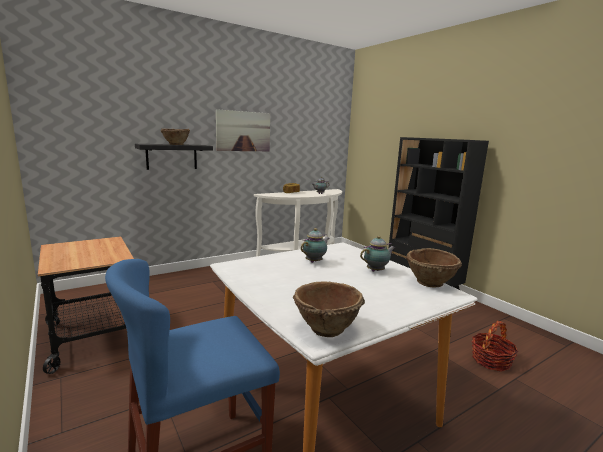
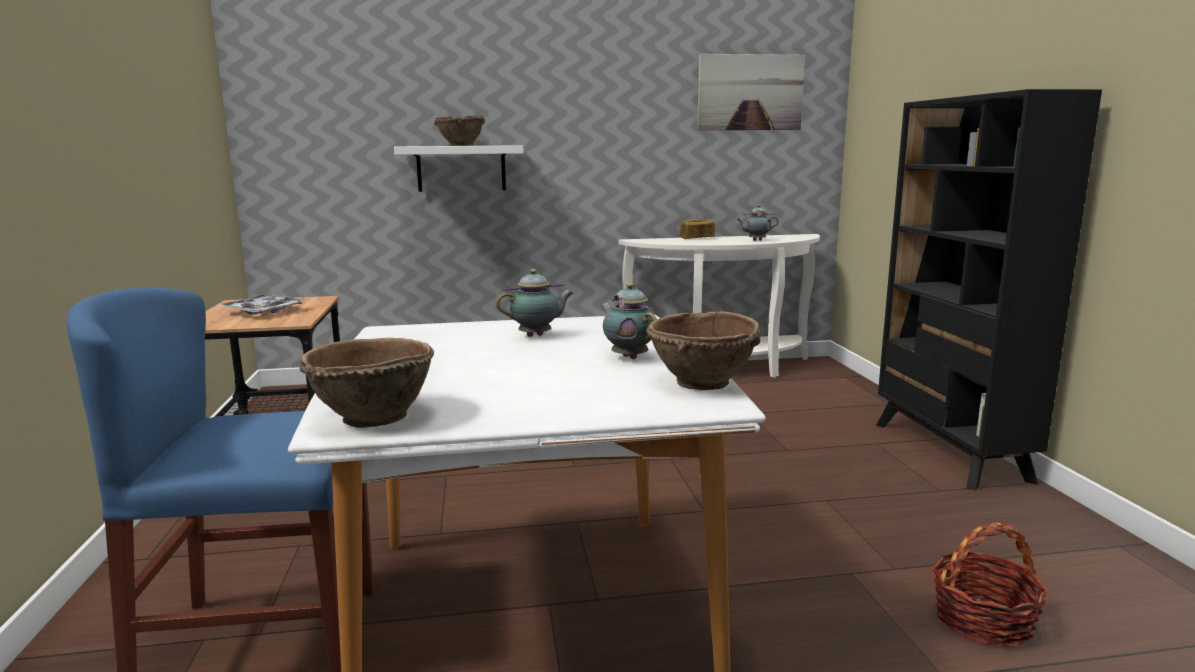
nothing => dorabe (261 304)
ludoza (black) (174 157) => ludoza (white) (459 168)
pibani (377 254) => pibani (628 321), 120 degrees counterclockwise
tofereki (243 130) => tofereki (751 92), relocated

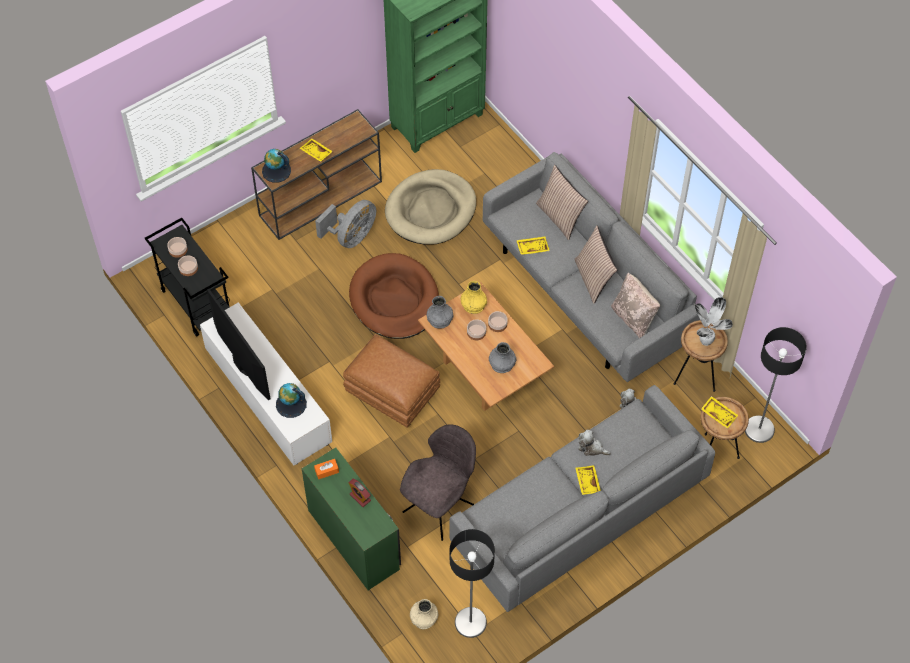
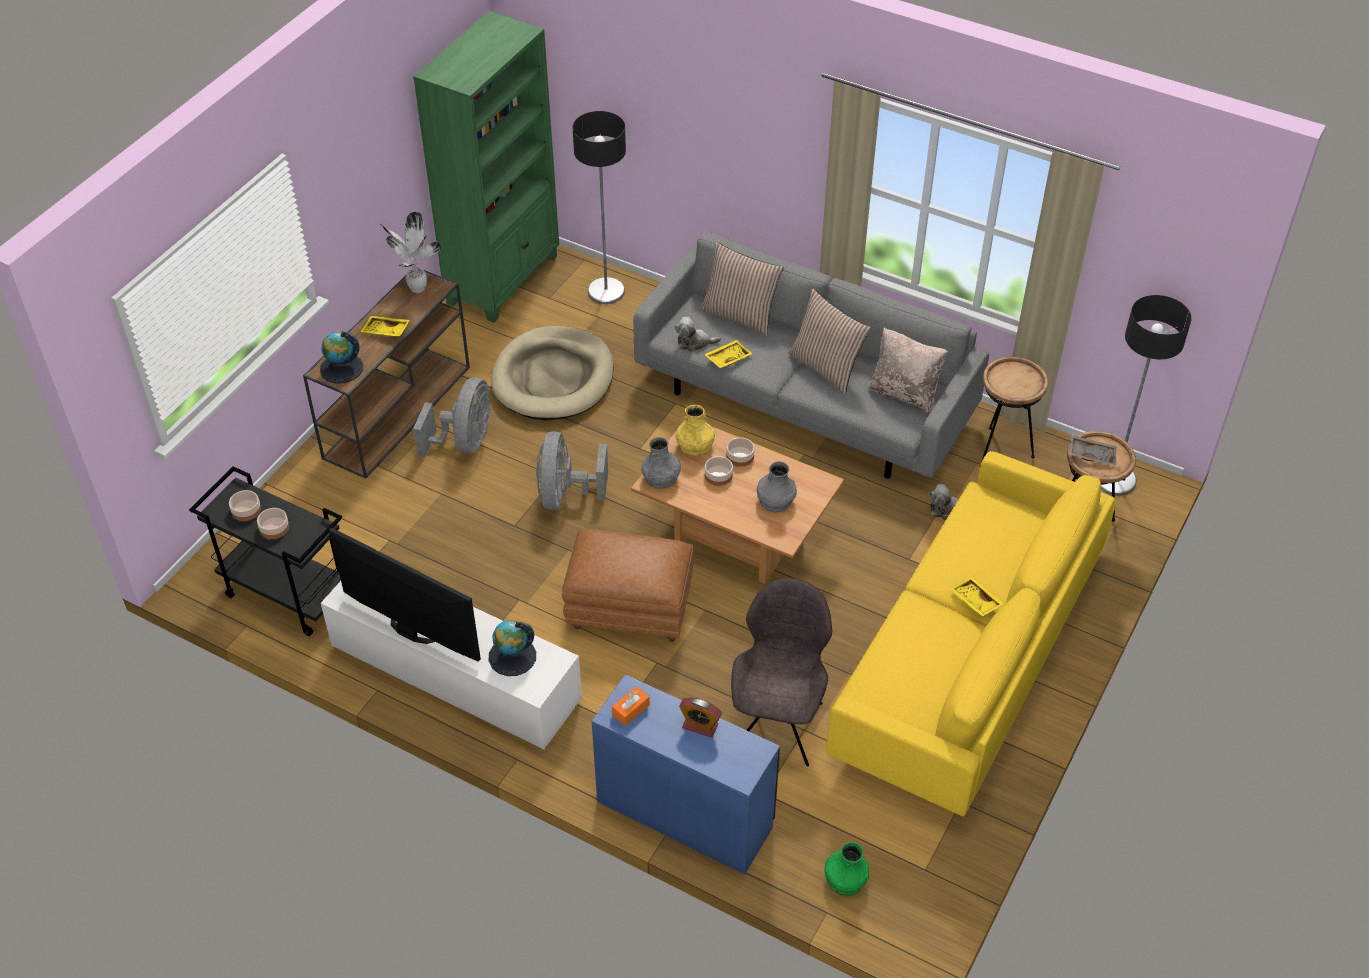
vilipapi (713 321) => vilipapi (411 252), relocated
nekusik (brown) (394 296) => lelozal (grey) (572 470)
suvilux (472 583) => suvilux (599 207), relocated
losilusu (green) (351 519) => losilusu (blue) (686 774)
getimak (594 443) => getimak (698 334), relocated
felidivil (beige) (424 614) => felidivil (green) (847 869)
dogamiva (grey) (582 498) => dogamiva (yellow) (971 633)
dorabe (yellow) (719 412) => dorabe (grey) (1093 450)

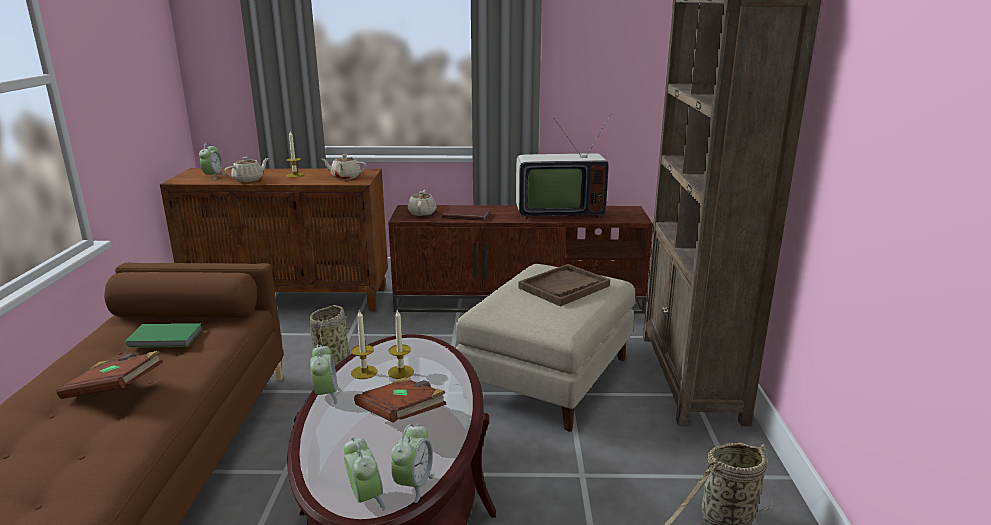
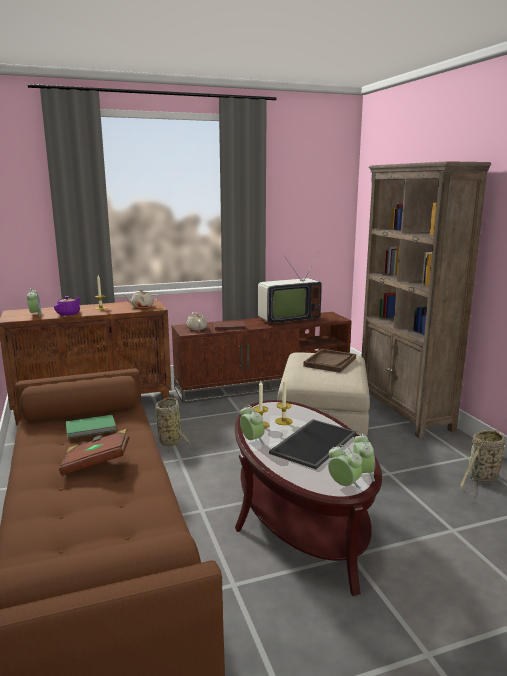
pibani (beige) (246 169) => pibani (purple) (67 306)
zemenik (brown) (400 400) => dorabe (312 444)

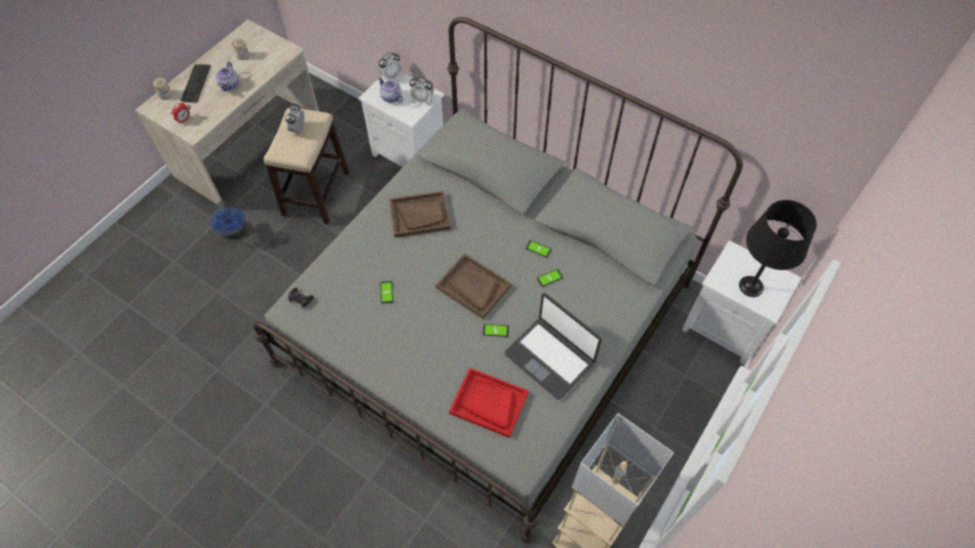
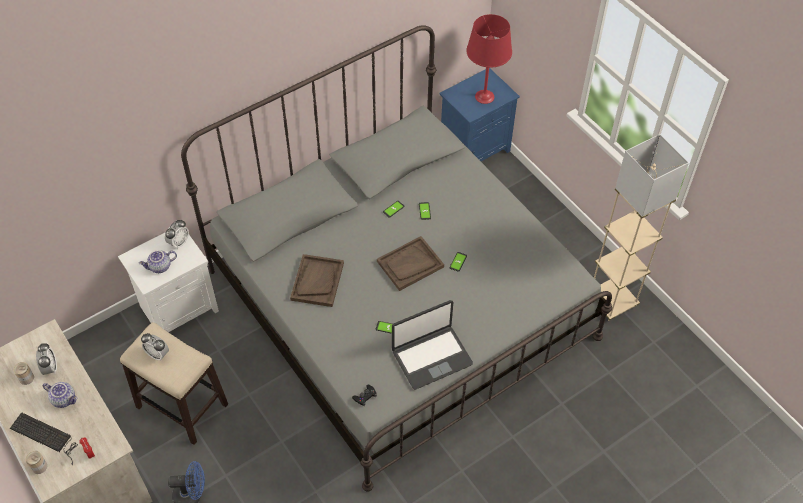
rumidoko (390 66) => rumidoko (46 359), relocated
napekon (553 346) => napekon (432 345), relocated
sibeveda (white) (741 303) => sibeveda (blue) (479 114)
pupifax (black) (778 248) => pupifax (red) (489 59)
dorabe (red) (488 403) => nothing

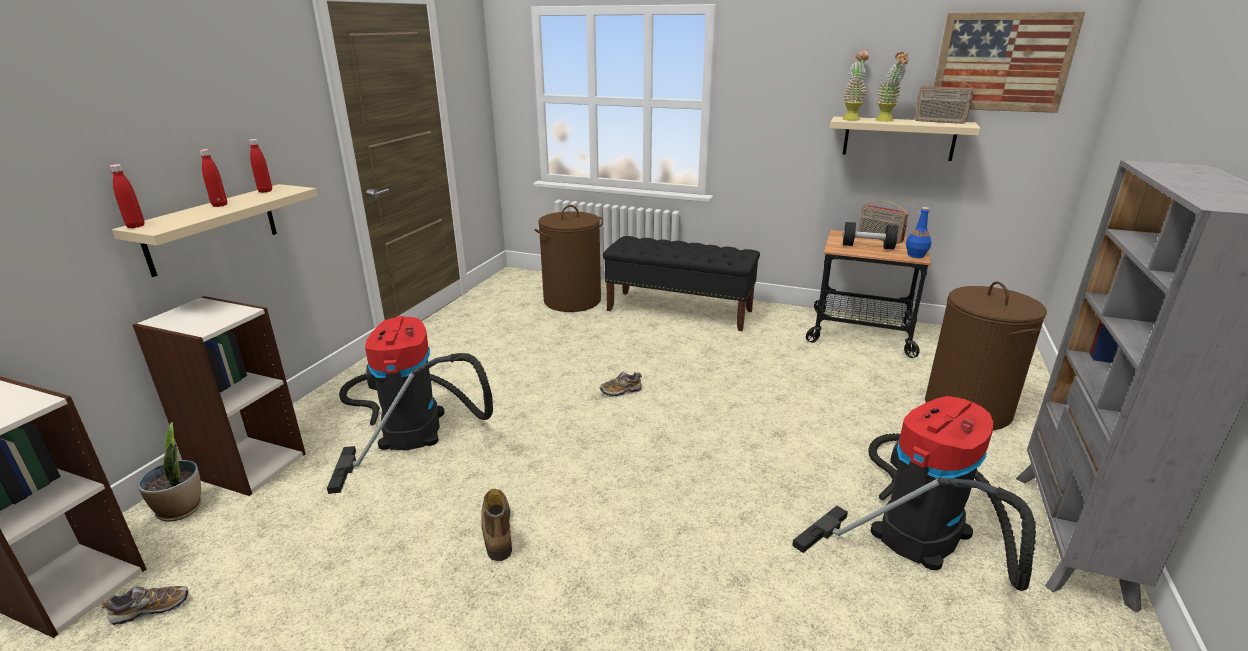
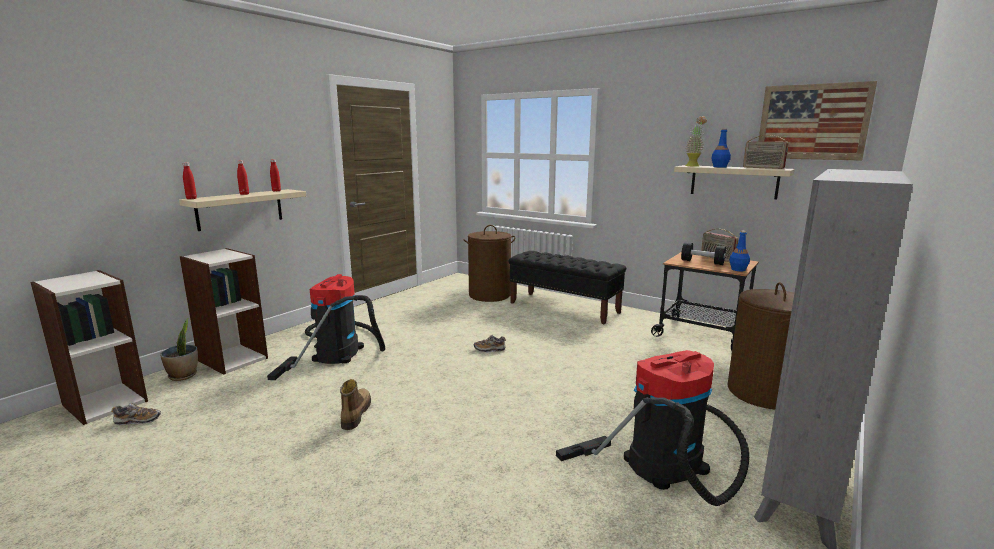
vilipapi (892 87) => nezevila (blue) (721 148)

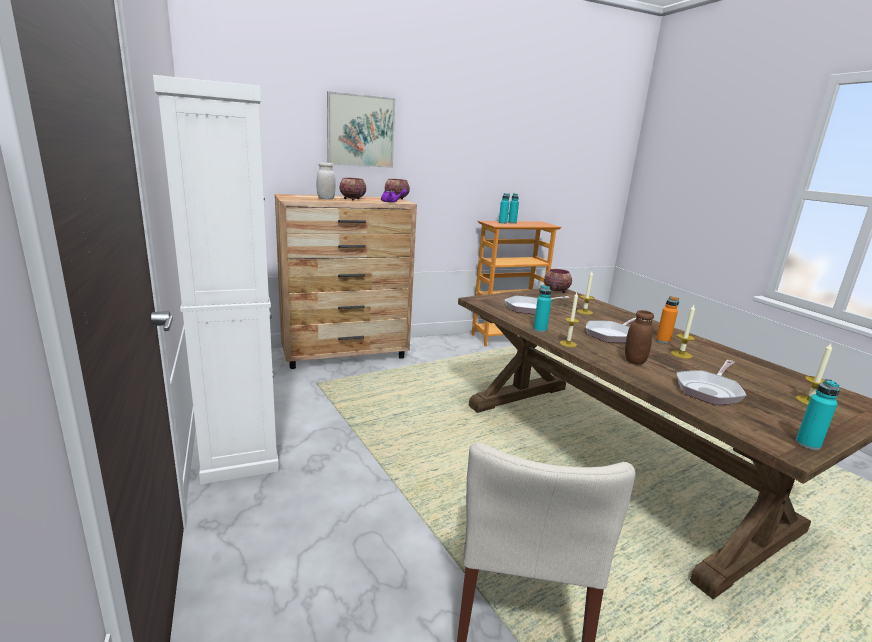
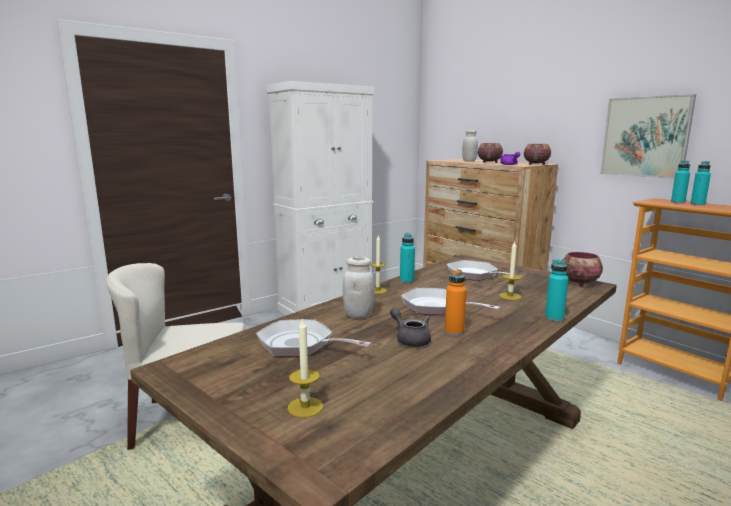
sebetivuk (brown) (639 337) => sebetivuk (white) (359 287)
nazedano (683 332) => pibani (grey) (410 327)
nezevila (turquoise) (818 414) => nezevila (turquoise) (557 290), relocated
tofereki (361 129) => tofereki (648 136), relocated

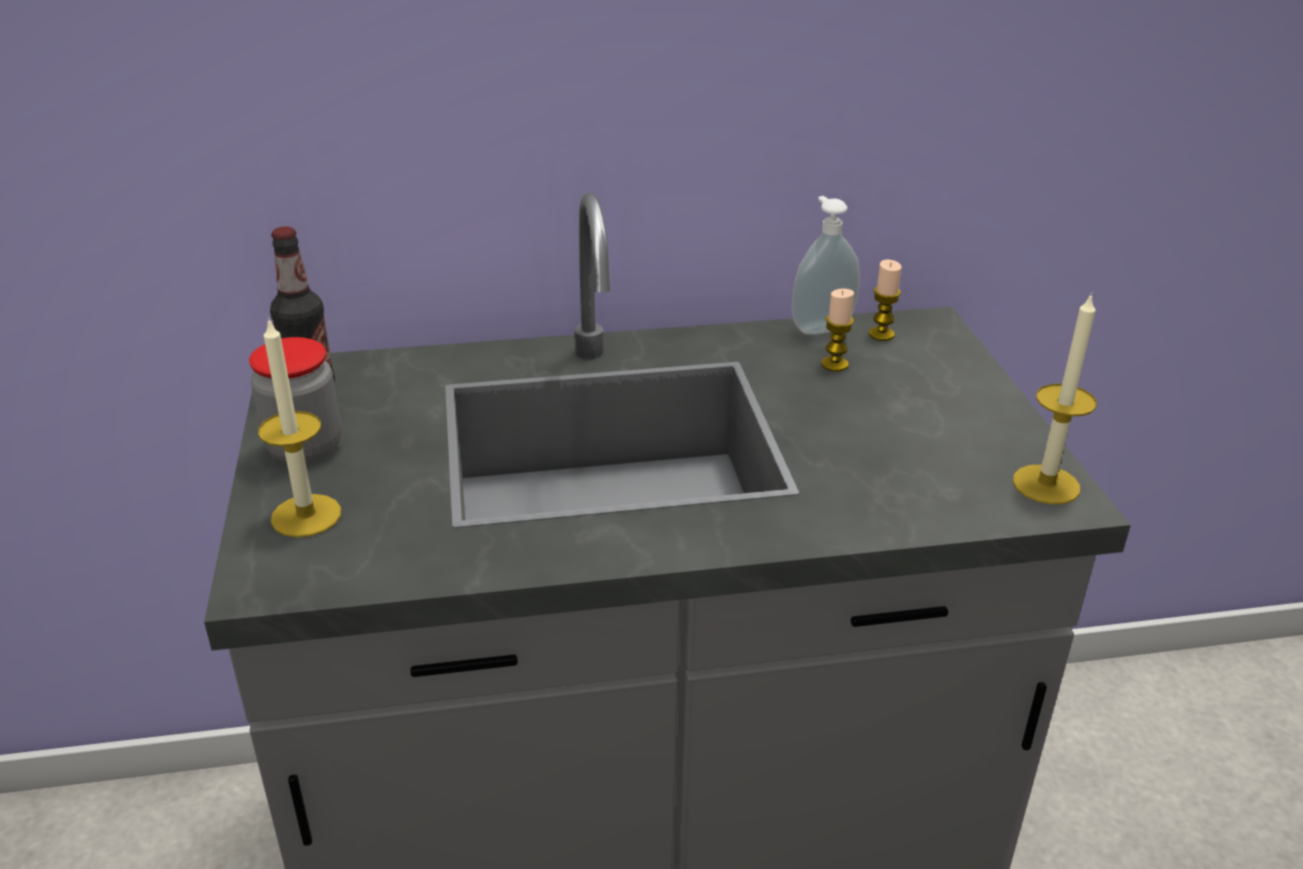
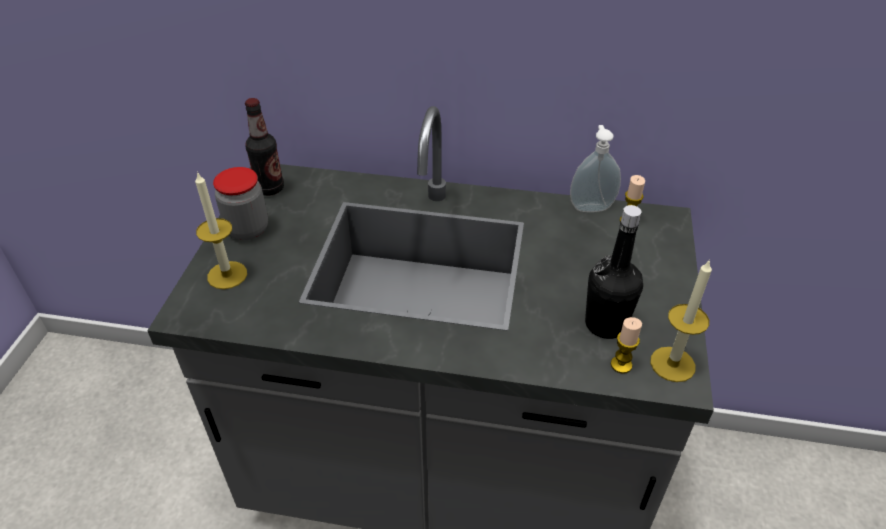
nothing => nezevila (black) (614 272)
nazedano (837 330) => nazedano (626 345), relocated

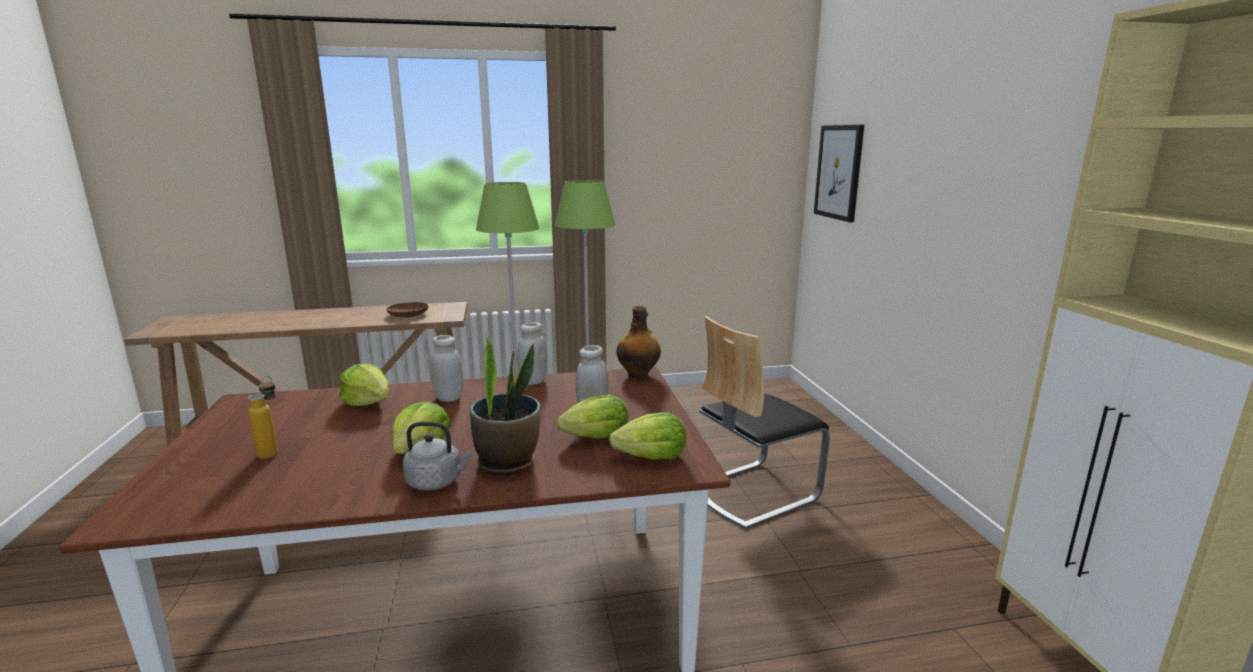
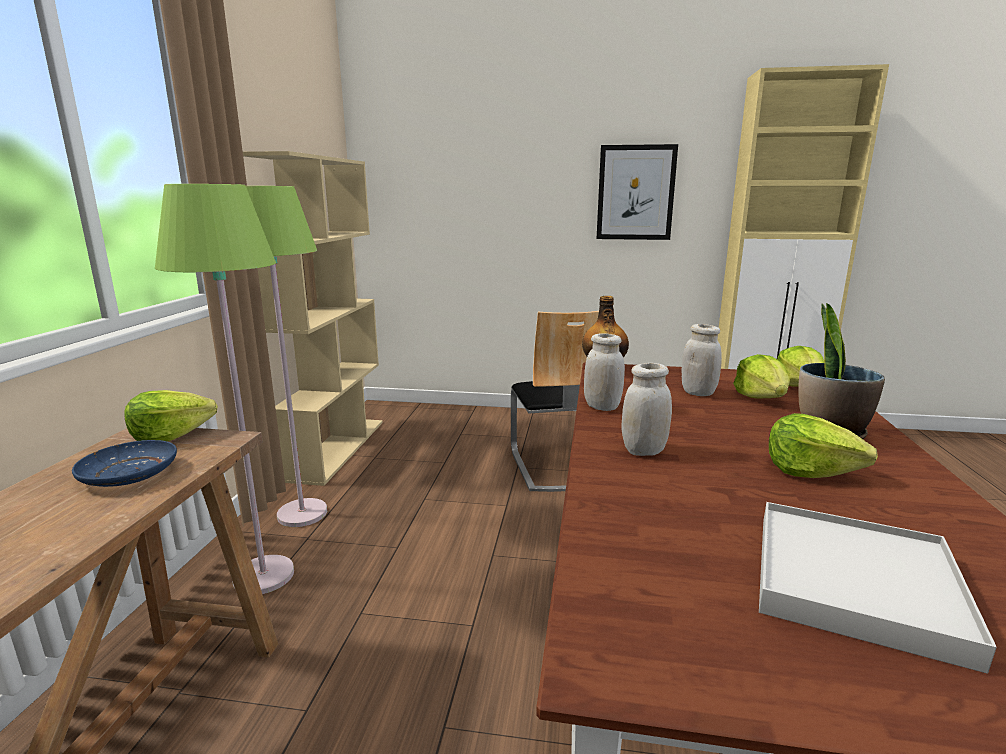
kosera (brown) (407 309) => kosera (blue) (124 463)
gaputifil (364 384) => gaputifil (171 415), relocated
nothing => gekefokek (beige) (313 318)
tofereki (839 173) => tofereki (637 192), relocated
nezevila (263 417) => dorabe (white) (878 588)
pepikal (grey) (438 456) => nothing

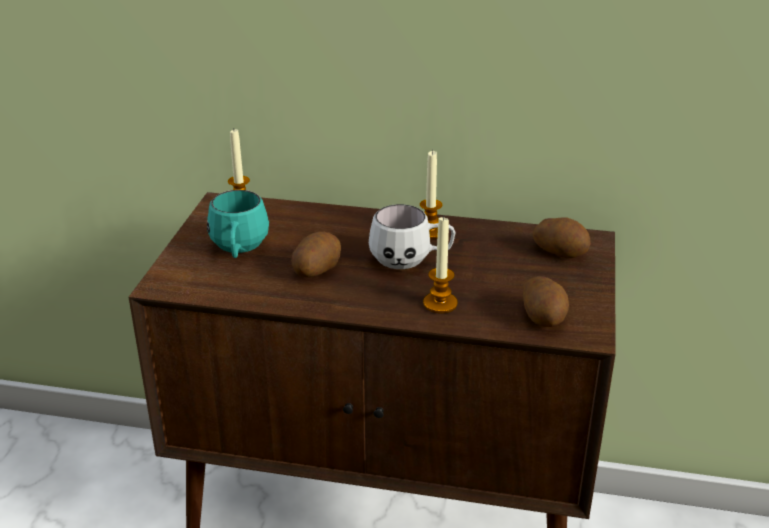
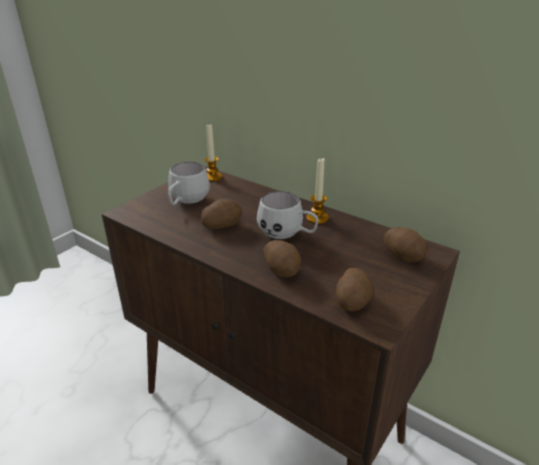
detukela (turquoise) (238 224) => detukela (white) (189 183)
nazedano (440 264) => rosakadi (282 259)

